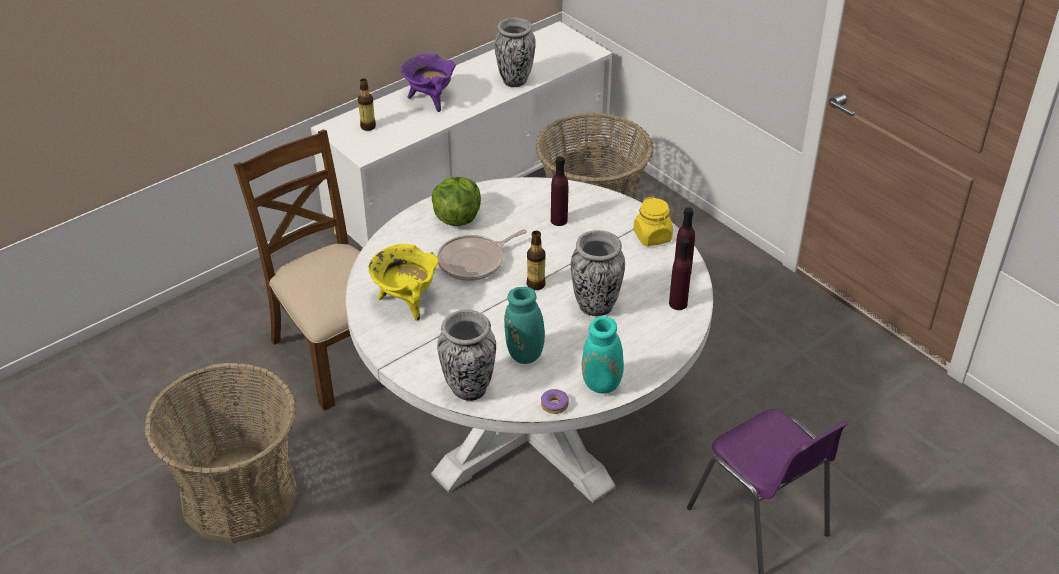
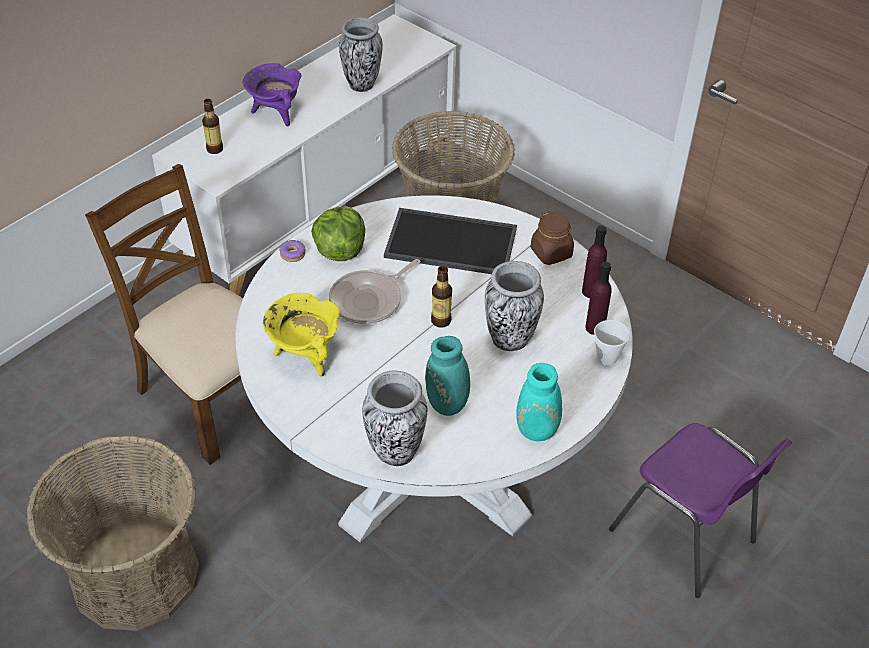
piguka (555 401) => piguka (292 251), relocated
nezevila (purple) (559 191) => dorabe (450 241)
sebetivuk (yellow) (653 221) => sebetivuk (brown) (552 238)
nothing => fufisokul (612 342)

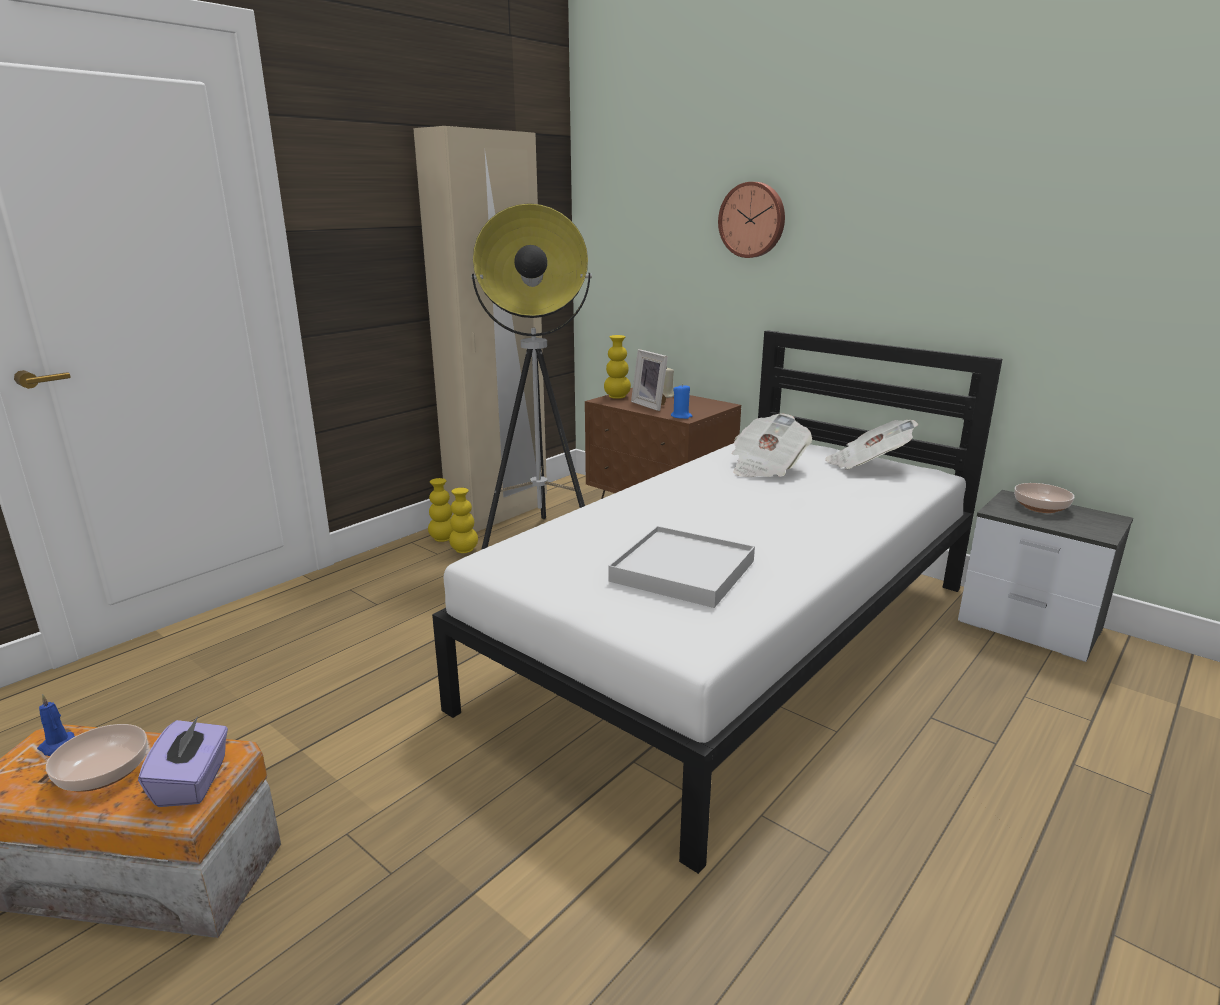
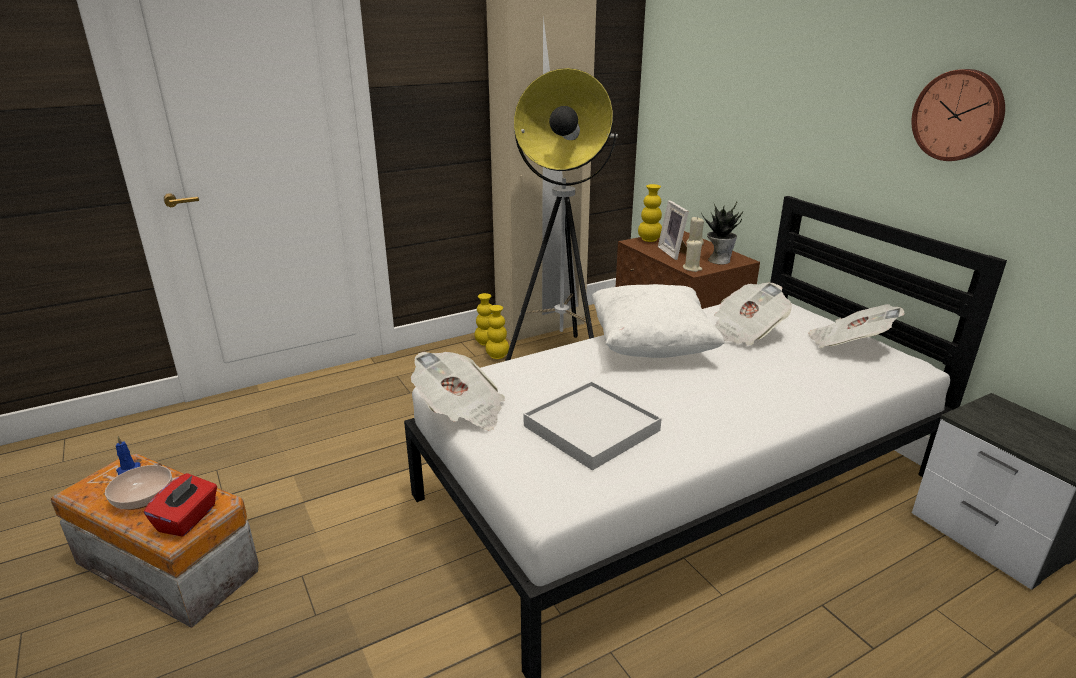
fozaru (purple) (183 761) => fozaru (red) (180 505)
nothing => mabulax (458 391)
nothing => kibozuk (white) (658 321)
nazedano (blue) (681 401) => nazedano (beige) (692 256)
nothing => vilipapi (722 233)
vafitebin (751 220) => vafitebin (958 115), relocated
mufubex (1044 498) => nothing

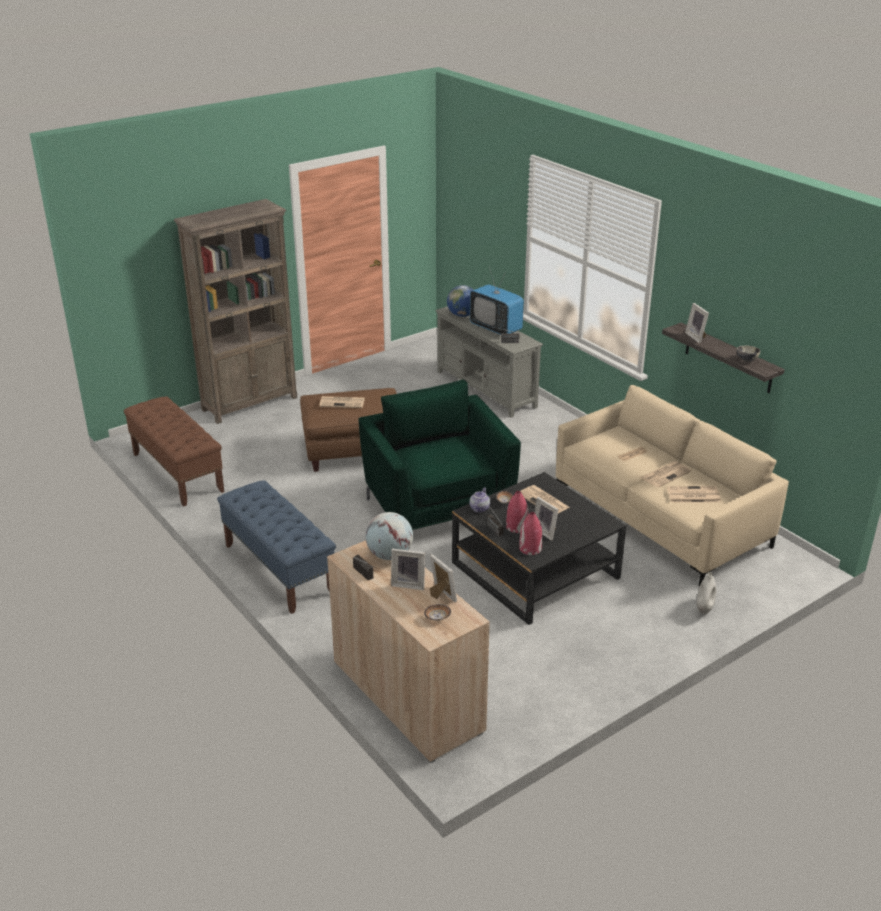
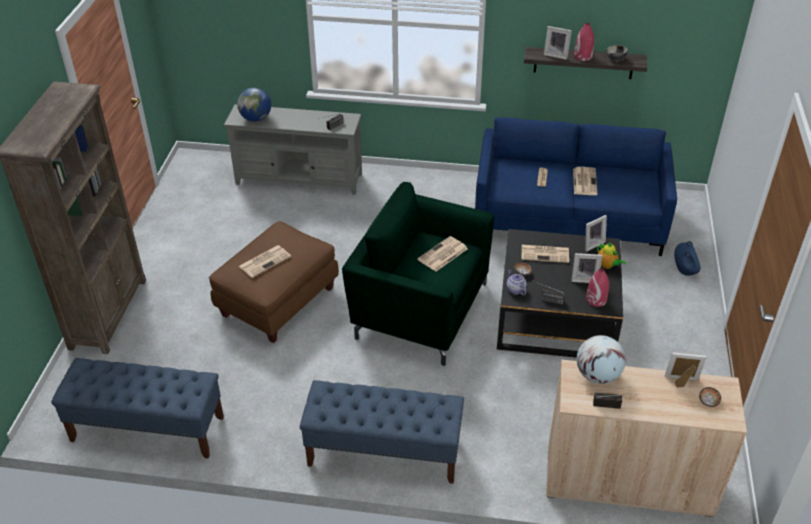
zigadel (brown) (174 451) => zigadel (blue) (137 408)
mabulax (694 494) => mabulax (443 253), relocated
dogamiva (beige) (672 485) => dogamiva (blue) (576 186)
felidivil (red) (517 512) => felidivil (red) (584 42), relocated
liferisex (408 569) => liferisex (596 233), relocated
nothing => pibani (611 256)
felidivil (white) (706 593) => felidivil (blue) (687 258)
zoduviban (497 301) => nothing

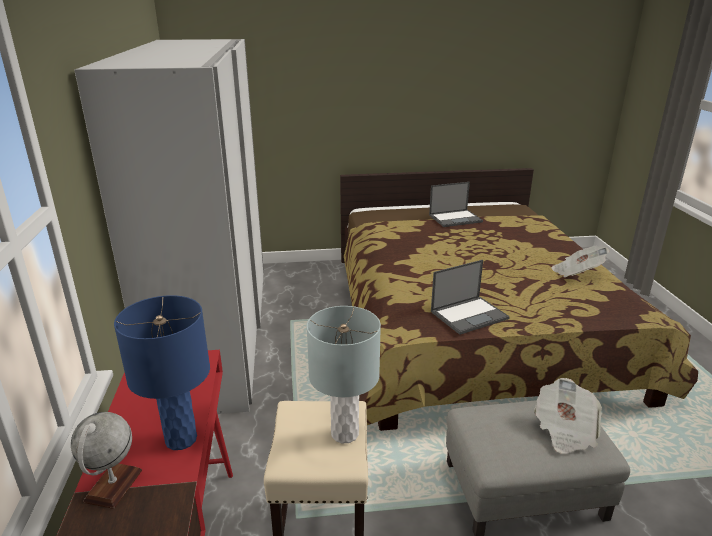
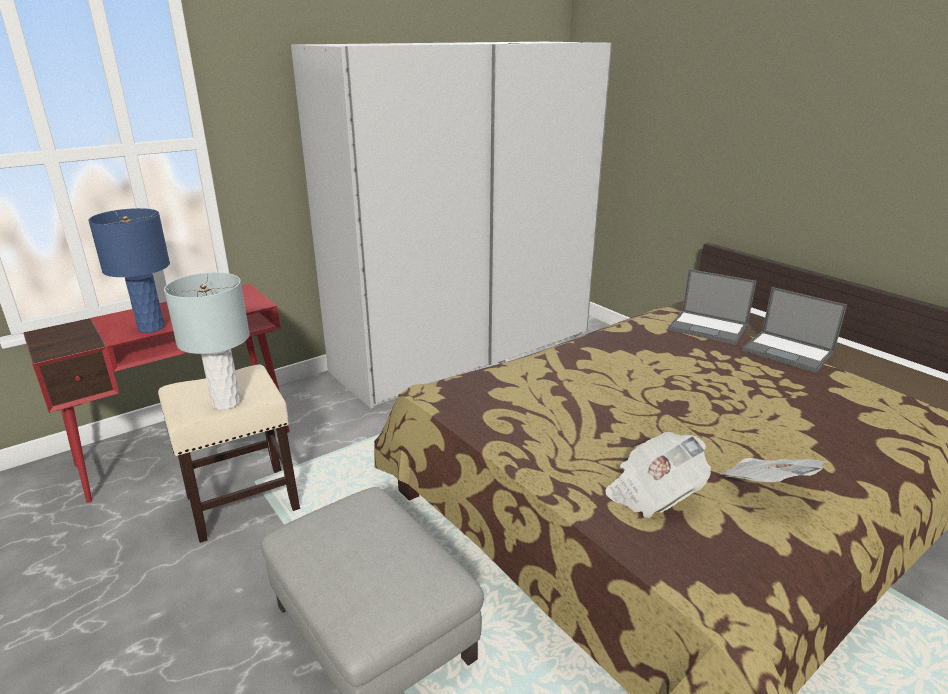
mabulax (568 416) => mabulax (658 475), relocated
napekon (470 297) => napekon (712 307), relocated
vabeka (106 460) => nothing

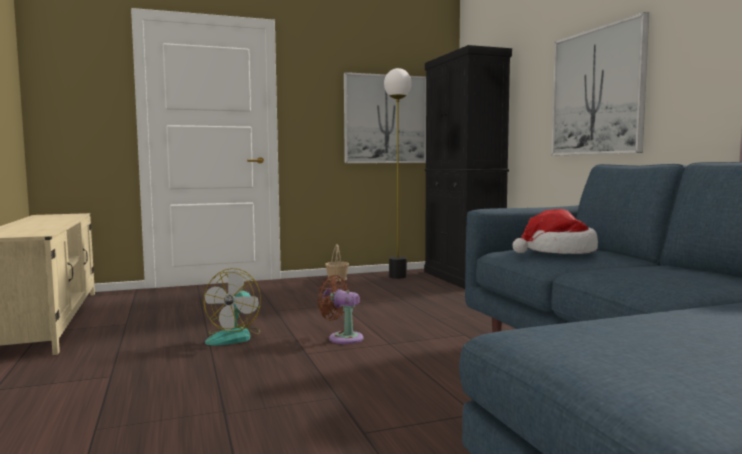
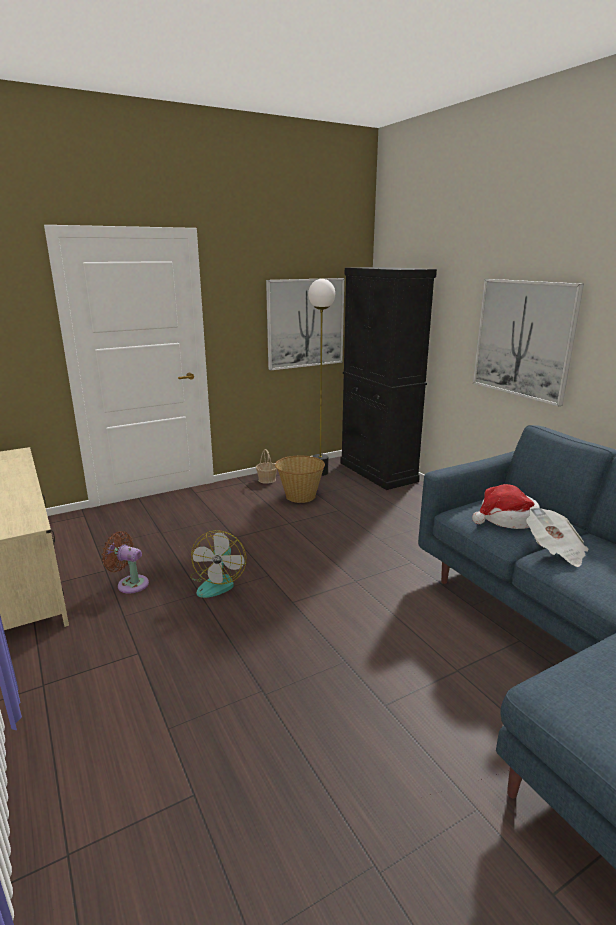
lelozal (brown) (340 309) => lelozal (brown) (125 562), relocated
nothing => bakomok (300 479)
nothing => mabulax (557 536)

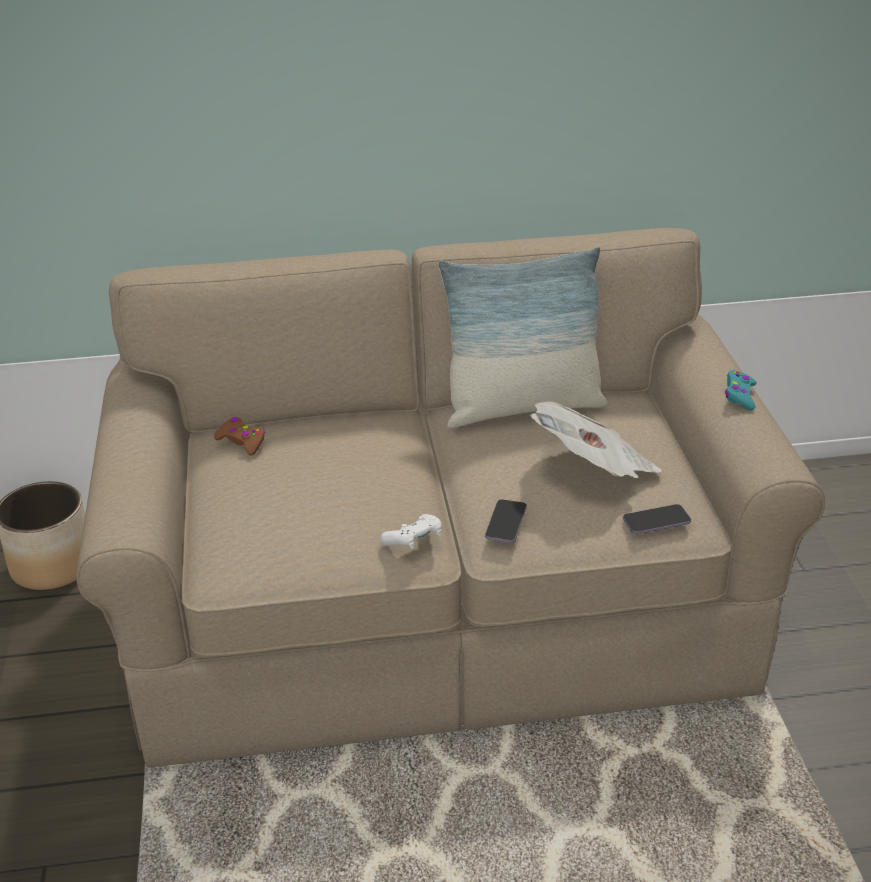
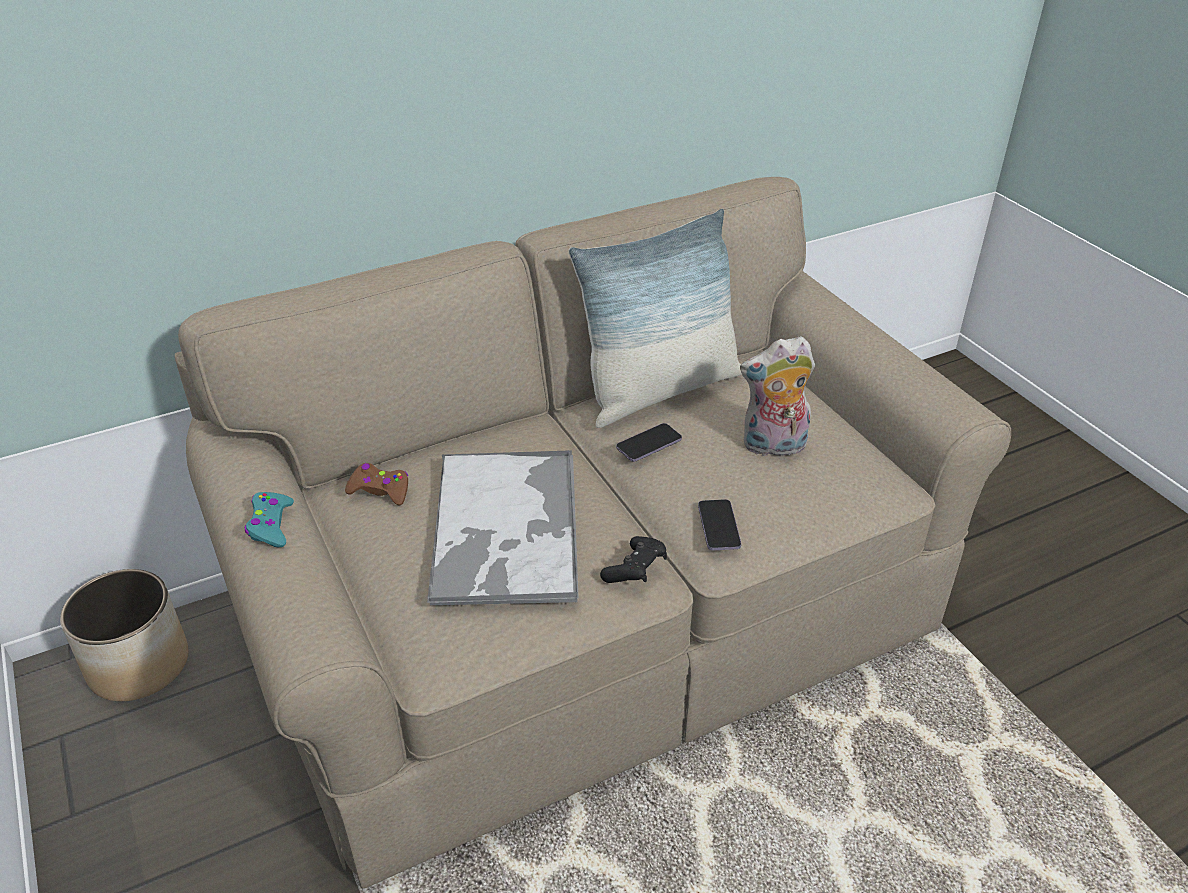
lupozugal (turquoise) (741 390) => lupozugal (turquoise) (269 519), relocated
nothing => dorabe (503 527)
lupozugal (white) (411 531) => lupozugal (black) (633 559)
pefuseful (657 519) => pefuseful (649 442), relocated
mabulax (596 439) => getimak (777 396)

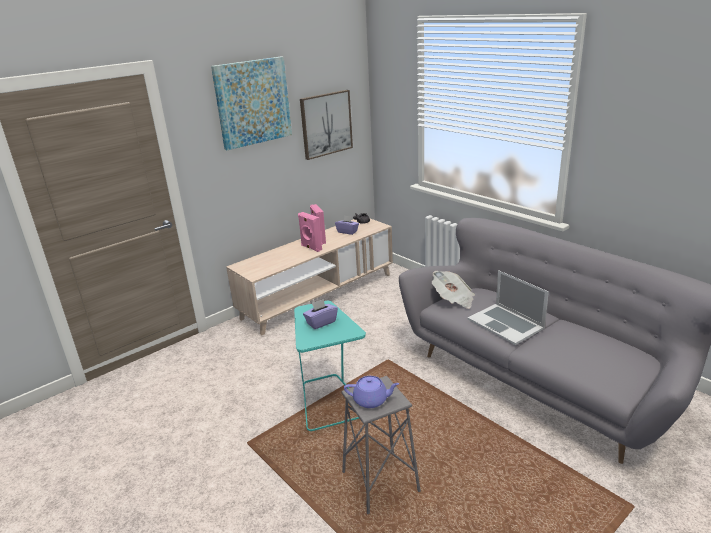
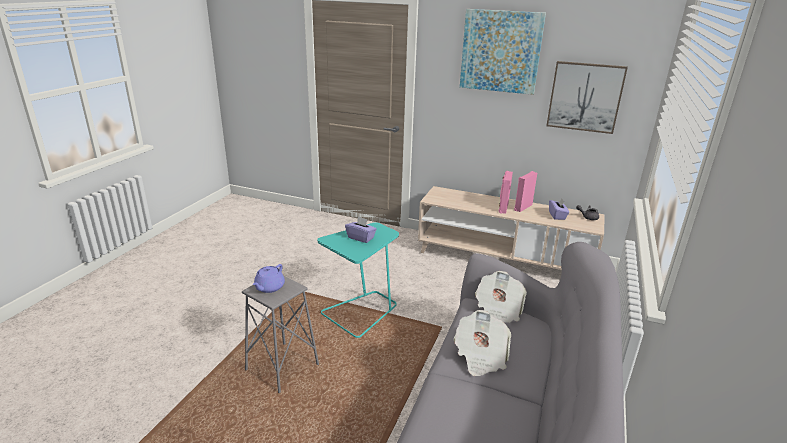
pibani (purple) (371 392) => pibani (purple) (269 278), 45 degrees clockwise
napekon (508 307) => mabulax (483 343)

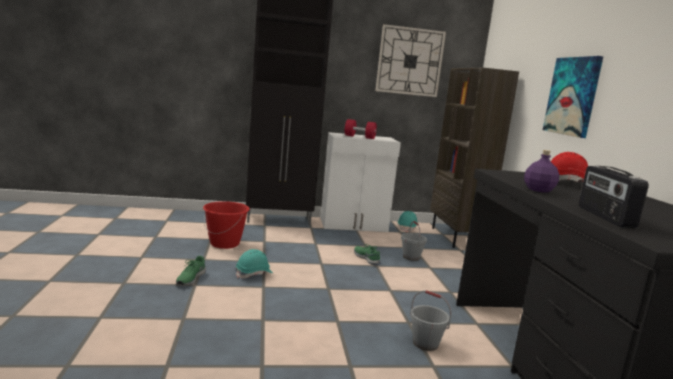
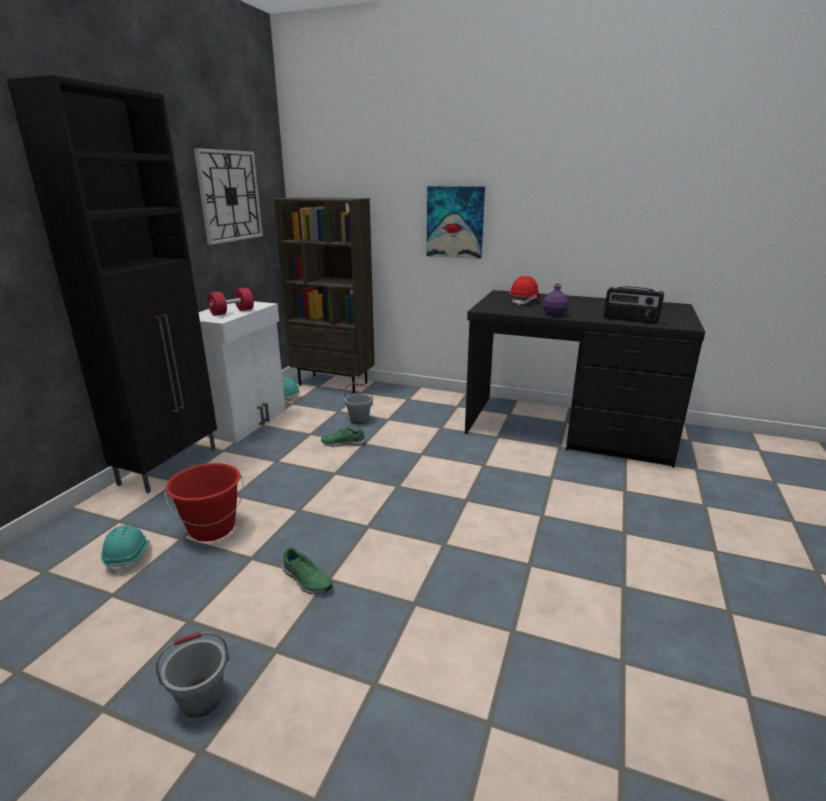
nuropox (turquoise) (254 263) => nuropox (turquoise) (125 550), relocated
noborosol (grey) (430 320) => noborosol (grey) (192 674), relocated

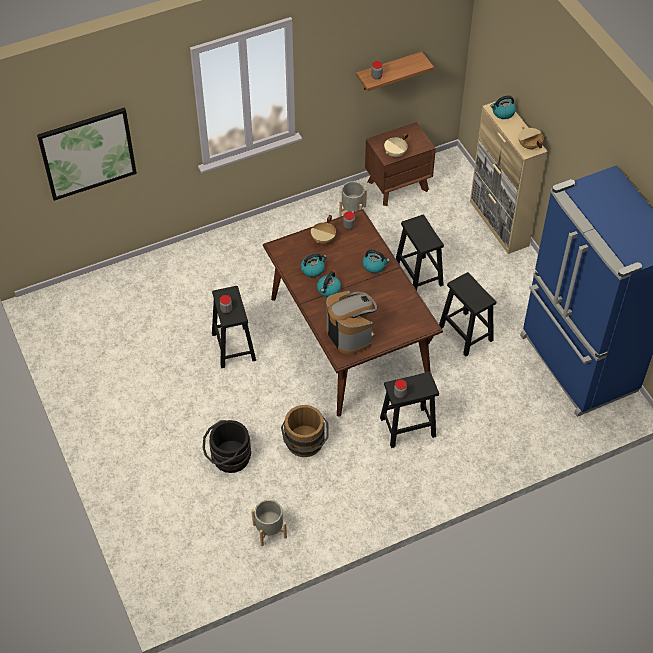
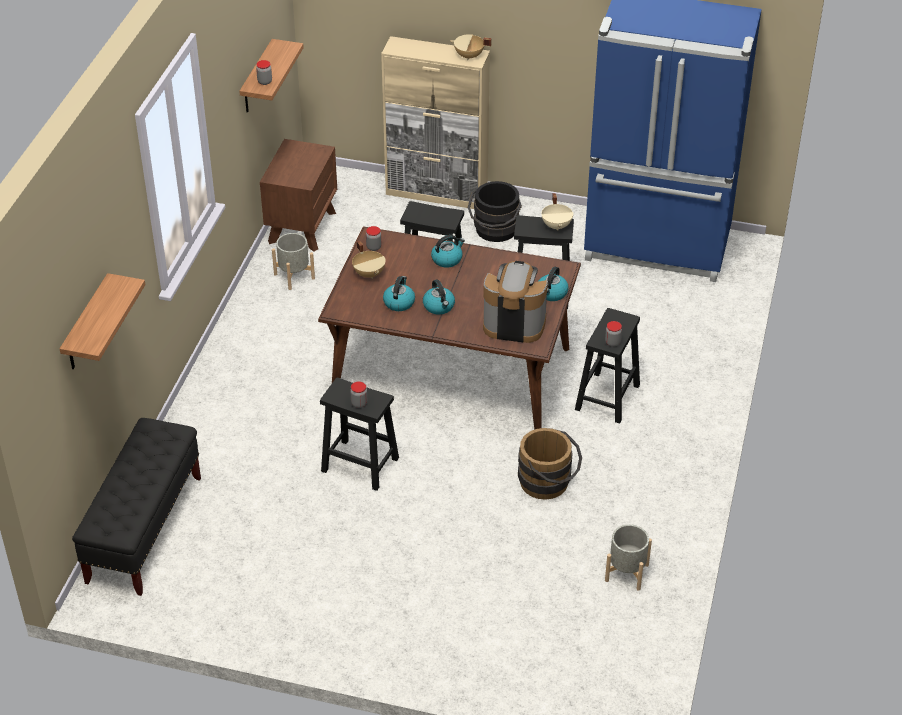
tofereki (87 154) => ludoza (102 321)
nothing => zigadel (black) (136 507)
noborosol (black) (227 446) => noborosol (black) (495 211), relocated
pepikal (503 107) => pepikal (554 284), relocated
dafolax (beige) (396 144) => dafolax (beige) (557 212), relocated

